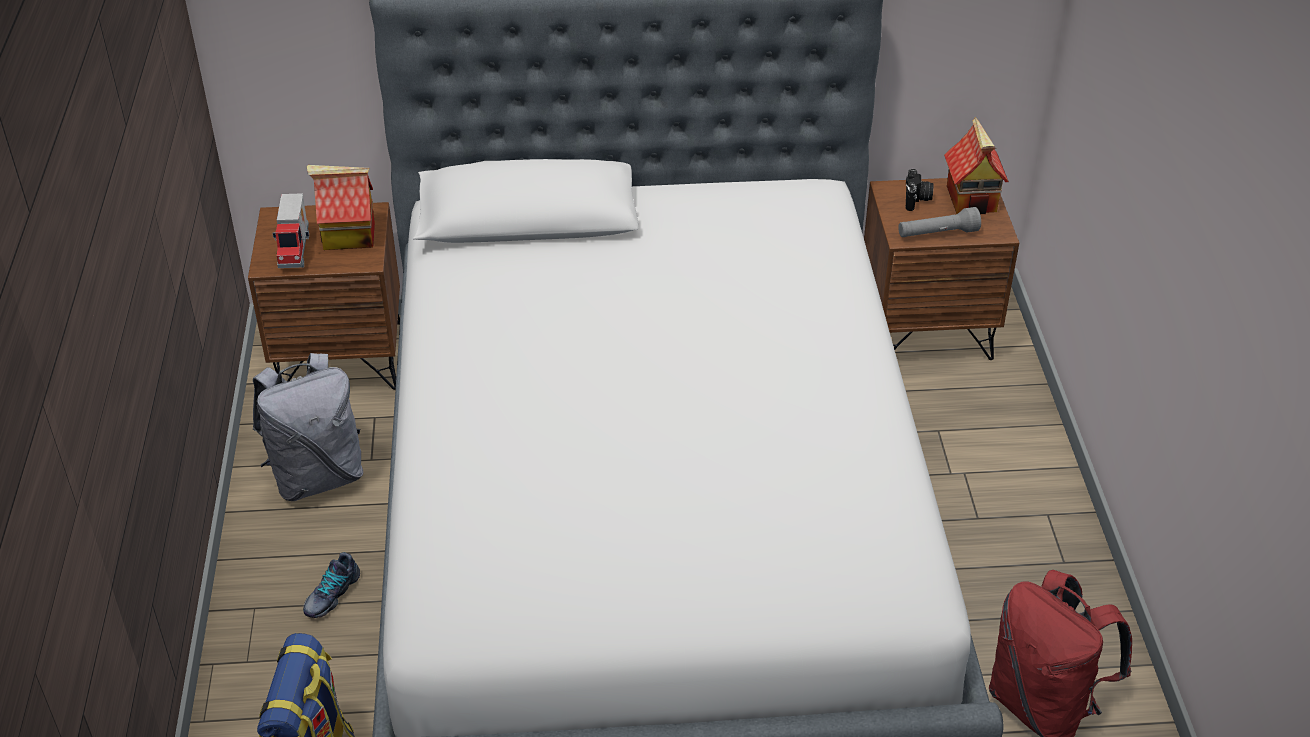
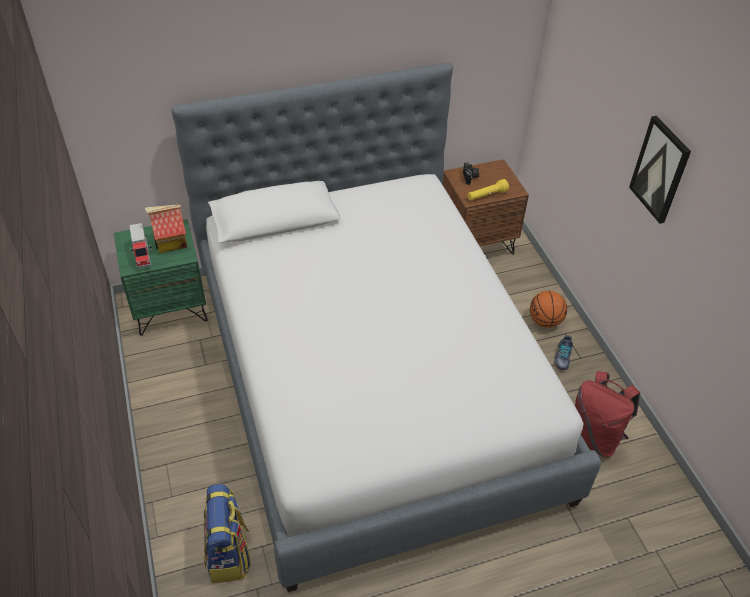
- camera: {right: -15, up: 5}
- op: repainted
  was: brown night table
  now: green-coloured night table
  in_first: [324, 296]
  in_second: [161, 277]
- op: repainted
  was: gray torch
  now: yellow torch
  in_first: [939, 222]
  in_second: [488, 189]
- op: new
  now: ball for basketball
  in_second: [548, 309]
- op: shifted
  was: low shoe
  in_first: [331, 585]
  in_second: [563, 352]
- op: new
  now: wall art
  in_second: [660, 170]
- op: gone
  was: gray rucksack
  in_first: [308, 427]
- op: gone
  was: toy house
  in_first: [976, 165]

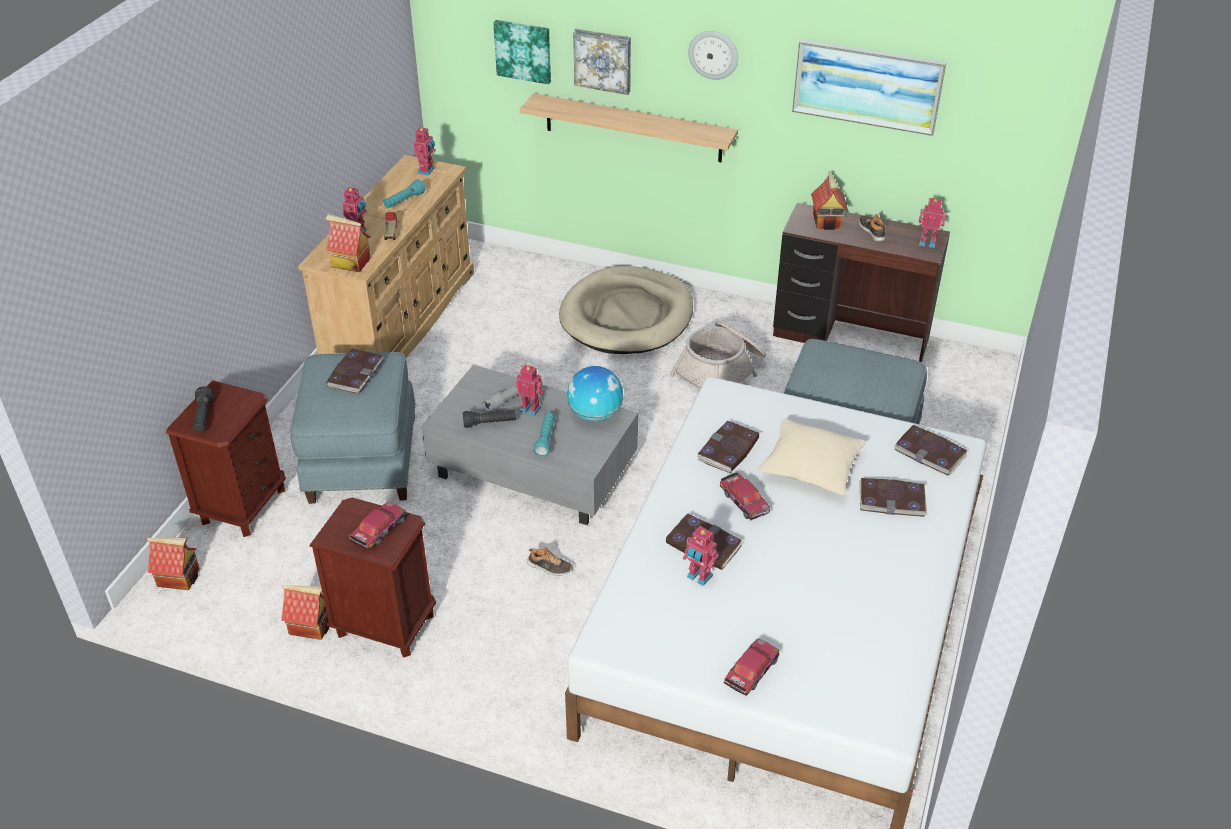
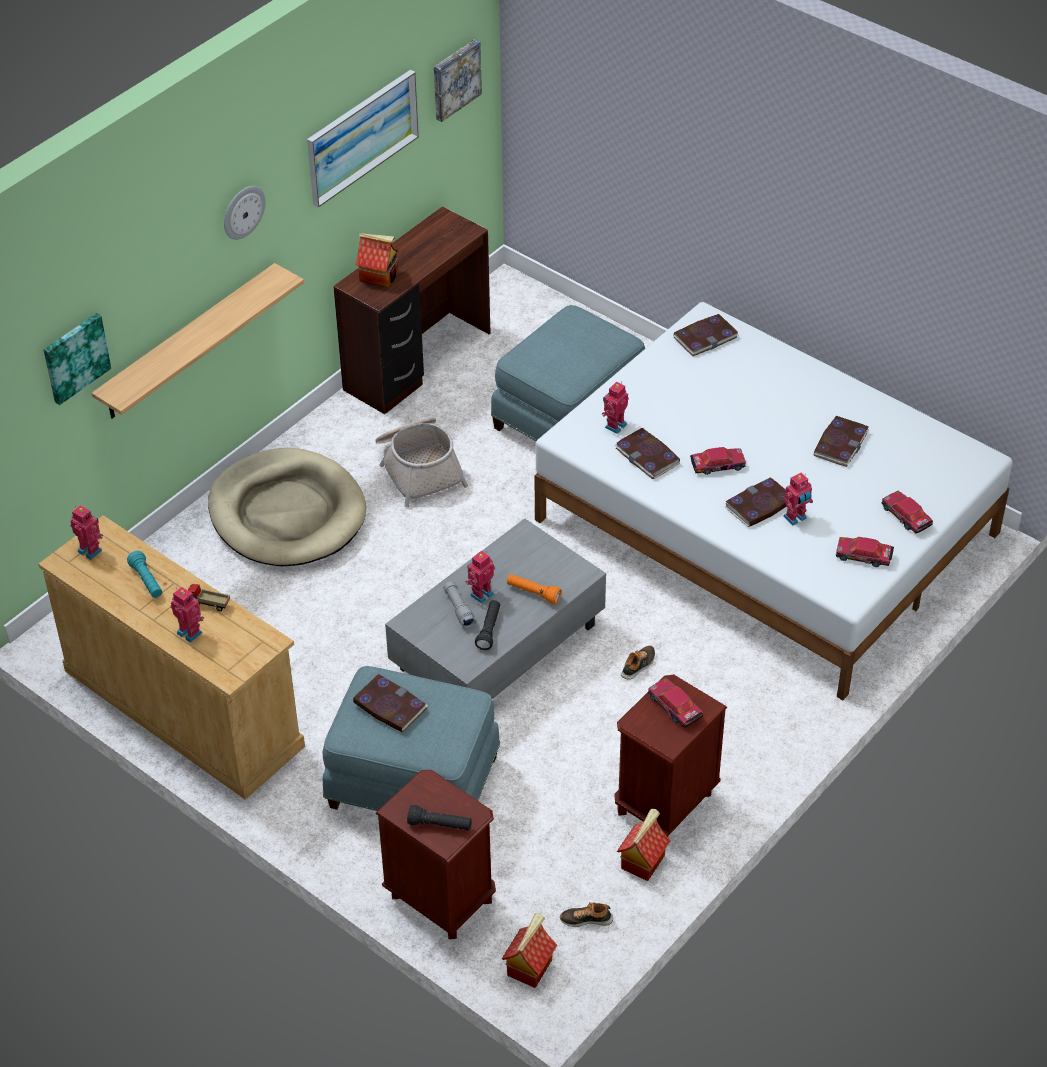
- camera: {right: -70, up: 5}
- op: shifted
  was: wall art
  in_first: [602, 62]
  in_second: [458, 80]
- op: repainted
  was: blue-green torch
  now: orangey torch
  in_first: [544, 435]
  in_second: [534, 589]
- op: shifted
  was: low shoe
  in_first: [872, 228]
  in_second: [586, 914]
- op: shifted
  was: robot figure
  in_first: [933, 223]
  in_second: [615, 407]
- op: shifted
  was: bound book
  in_first: [893, 497]
  in_second: [841, 441]
- op: new
  now: toy car
  in_second: [865, 552]
- op: gone
  was: toy house
  in_first: [348, 243]
- op: gone
  was: desk globe
  in_first: [595, 394]
- op: gone
  was: beige cushion
  in_first: [811, 457]

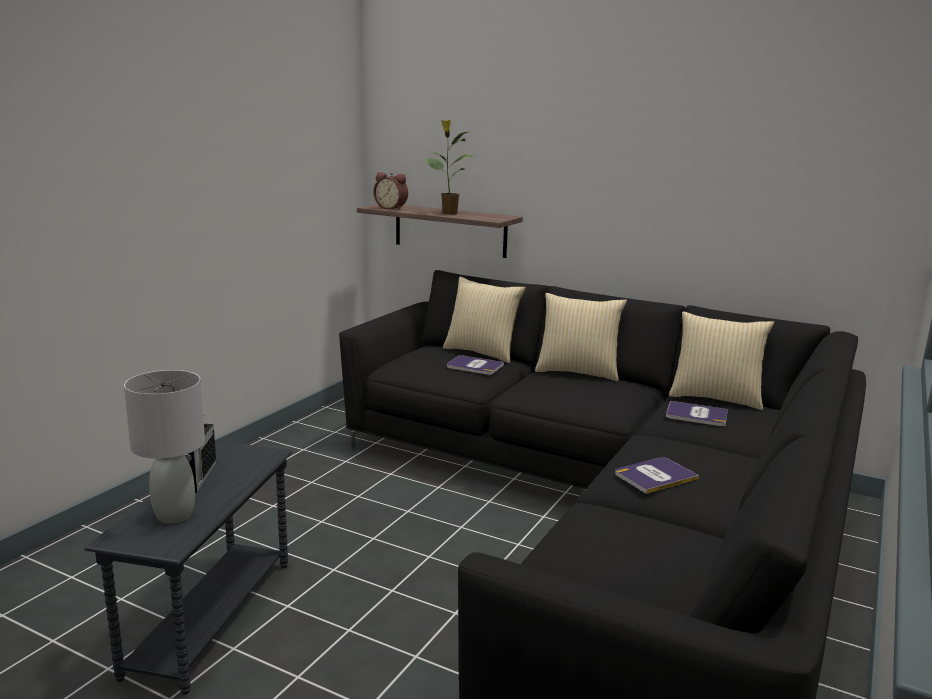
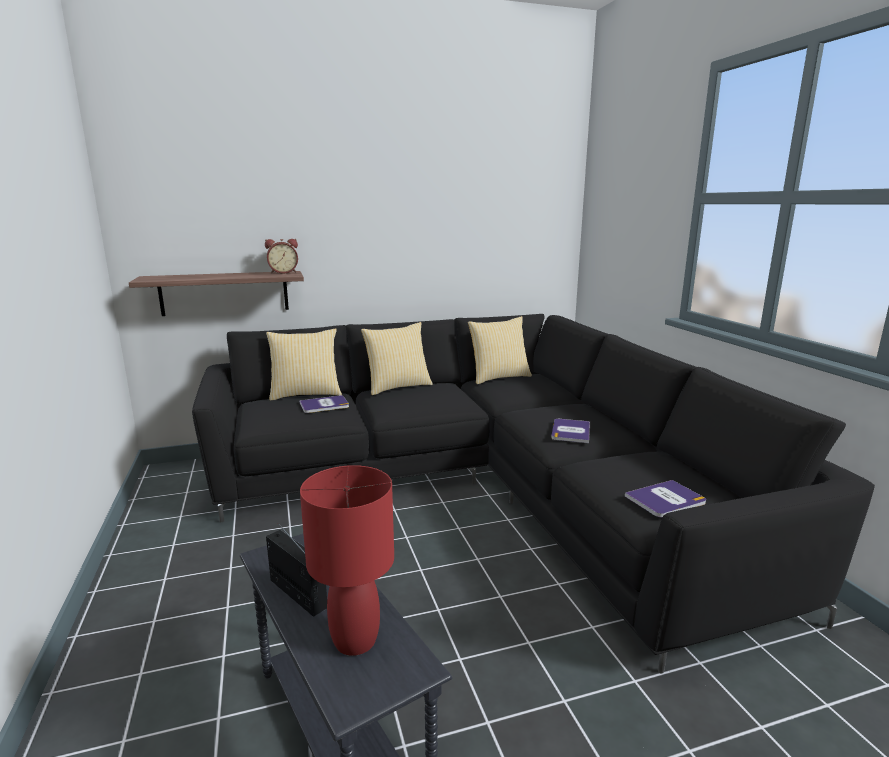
- camera: {right: -45, up: 0}
- op: shifted
  was: alarm clock
  in_first: [391, 191]
  in_second: [281, 256]
- op: repainted
  was: gray lamp for a table
  now: reddish lamp for a table
  in_first: [164, 446]
  in_second: [347, 560]
- op: shifted
  was: bound book
  in_first: [697, 413]
  in_second: [665, 498]
- op: gone
  was: plant in a pot
  in_first: [449, 167]

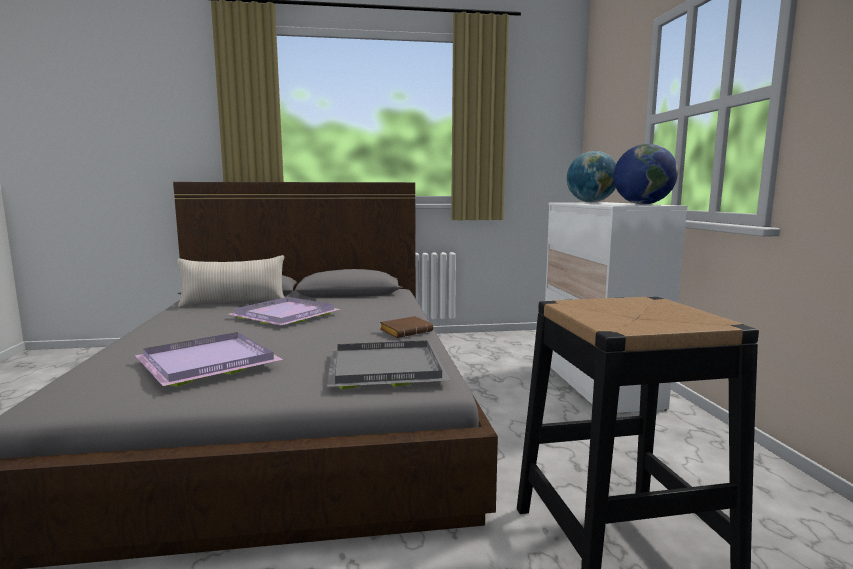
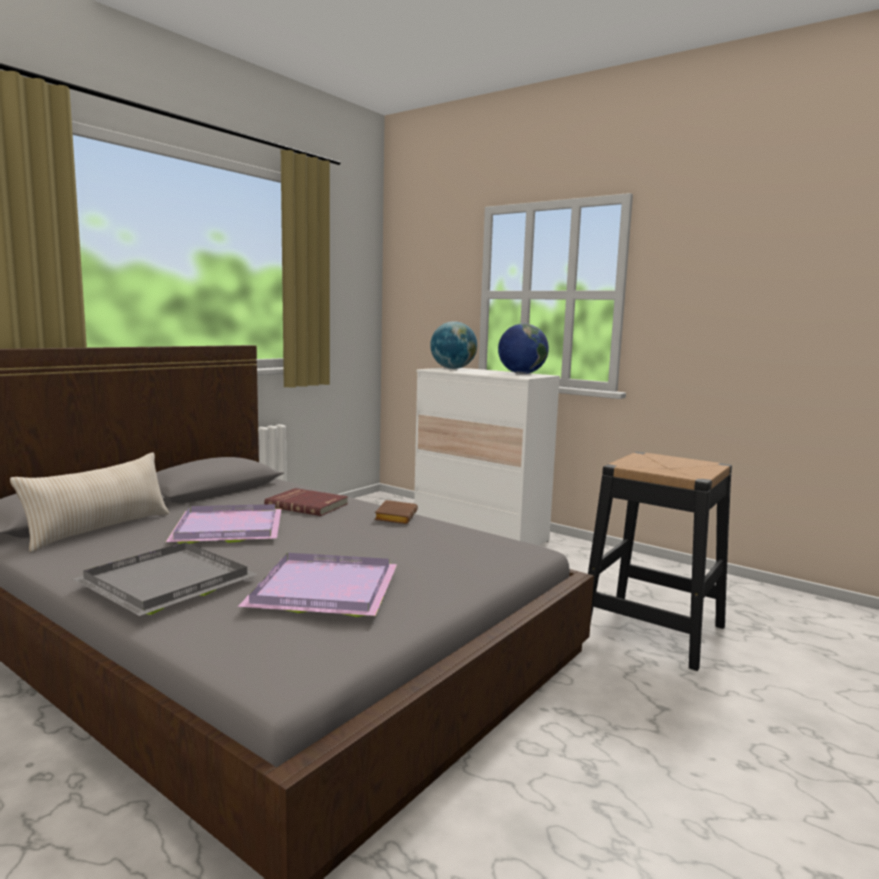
- camera: {right: -45, up: 0}
- op: shifted
  was: gray tray
  in_first: [389, 364]
  in_second: [165, 579]
- op: new
  now: reddish bound book
  in_second: [306, 502]

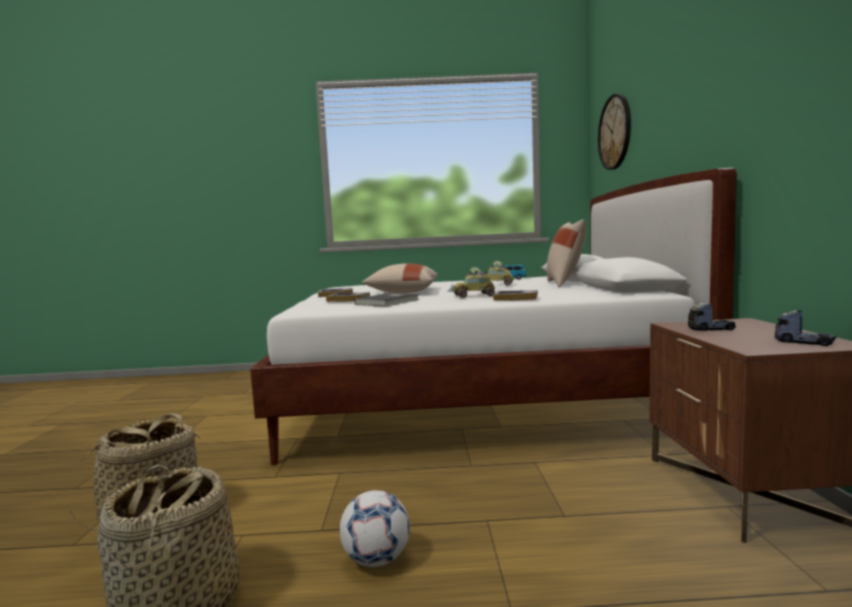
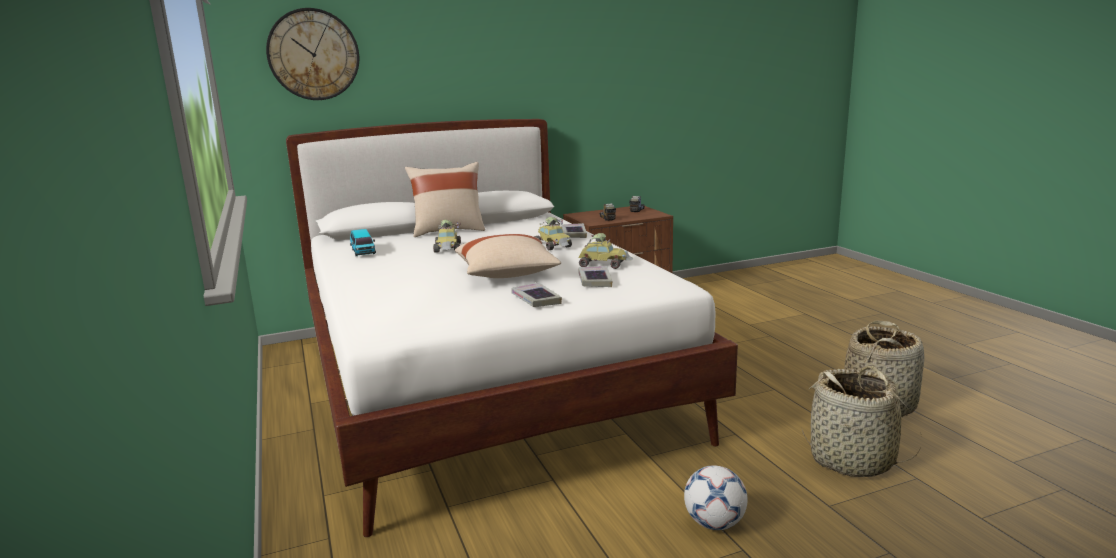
- camera: {right: -110, up: 10}
- op: swapped
  was: gray bound book
  now: toy car
  in_first: [387, 299]
  in_second: [605, 251]
- op: shifted
  was: ball for football
  in_first: [375, 528]
  in_second: [716, 497]

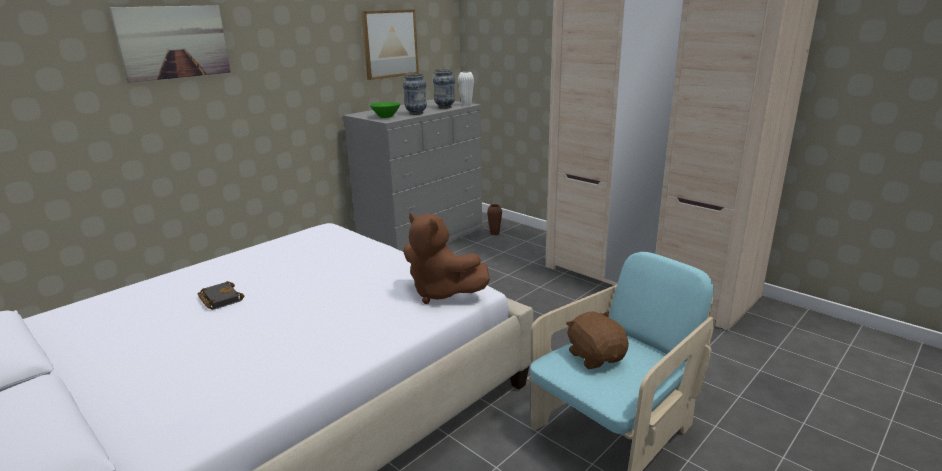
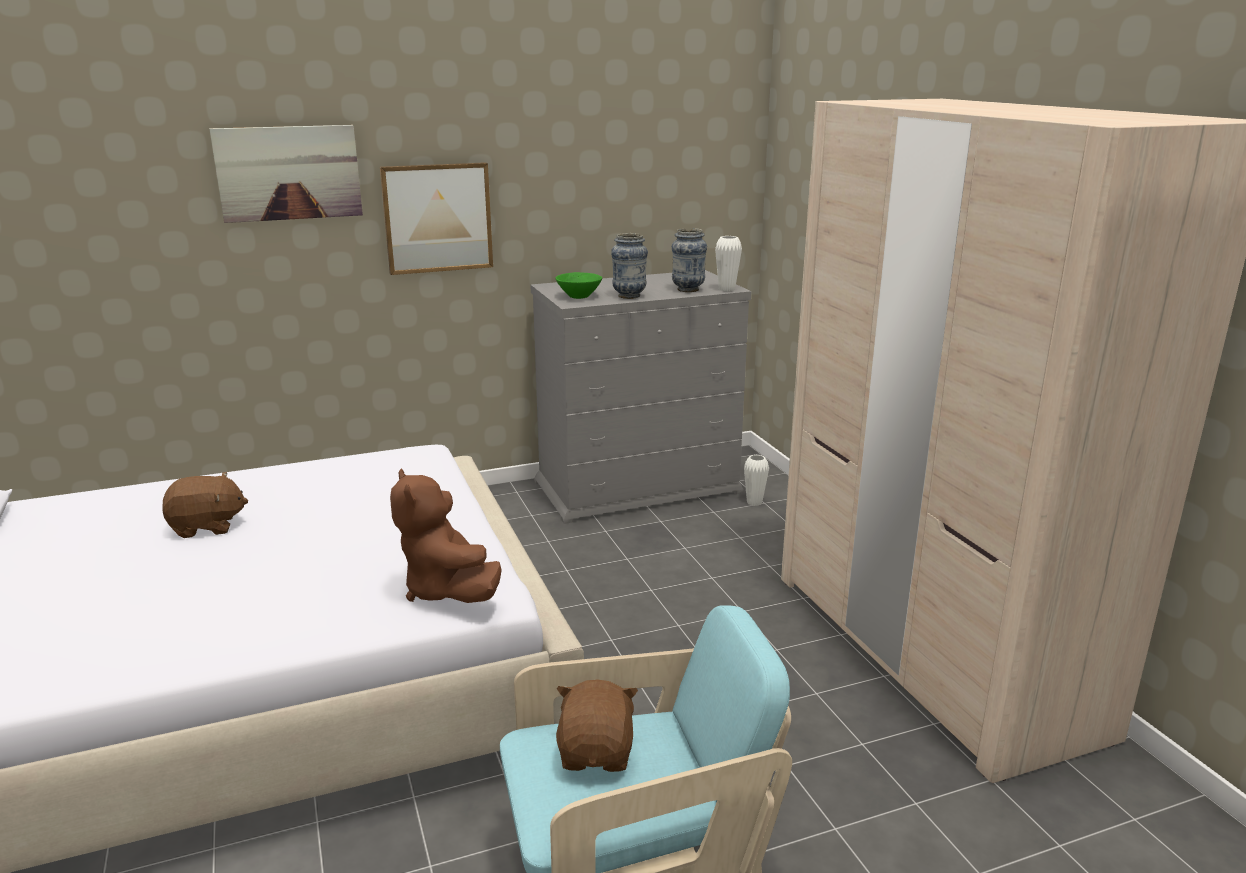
- camera: {right: 25, up: 0}
- op: swapped
  was: black-coloured bound book
  now: brown plush toy
  in_first: [221, 295]
  in_second: [205, 505]
- op: shifted
  was: wall art
  in_first: [390, 44]
  in_second: [436, 218]
- op: repainted
  was: brown flower vase
  now: white flower vase
  in_first: [494, 219]
  in_second: [756, 480]

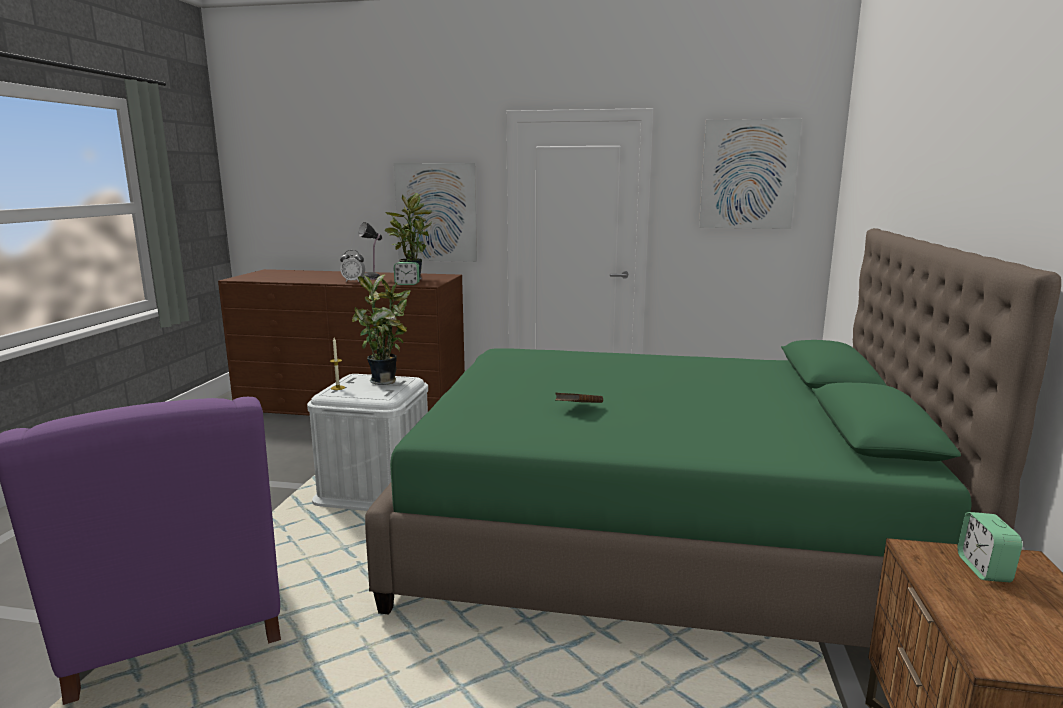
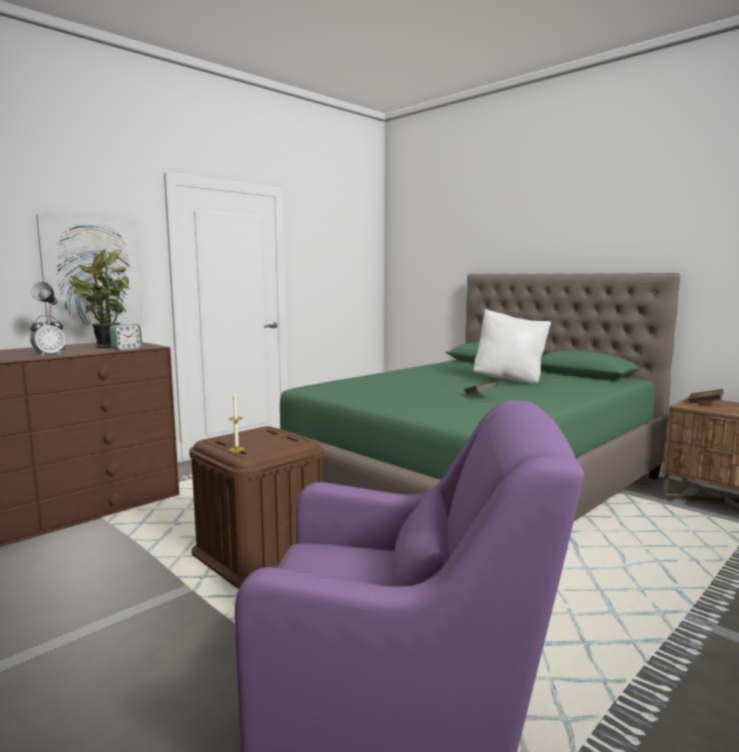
- camera: {right: -55, up: -5}
- op: repainted
  was: white storage bin
  now: brown storage bin
  in_first: [367, 442]
  in_second: [256, 507]
- op: new
  now: white cushion
  in_second: [512, 346]
- op: swapped
  was: alarm clock
  now: brown bound book
  in_first: [990, 547]
  in_second: [706, 396]
- op: gone
  was: plant in a pot
  in_first: [381, 329]
- op: gone
  was: wall art
  in_first: [750, 174]

